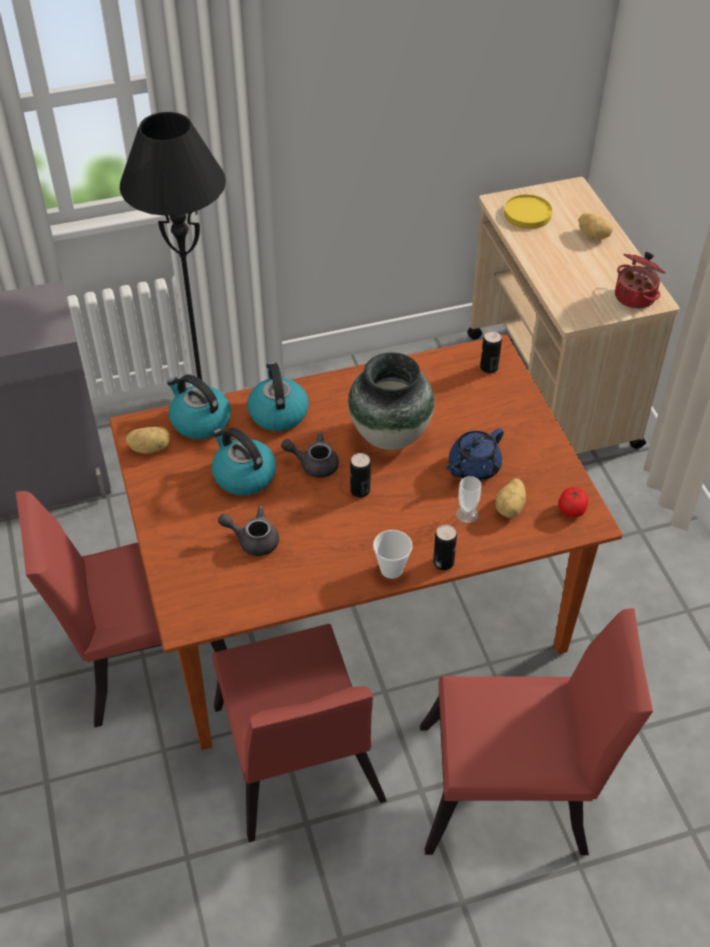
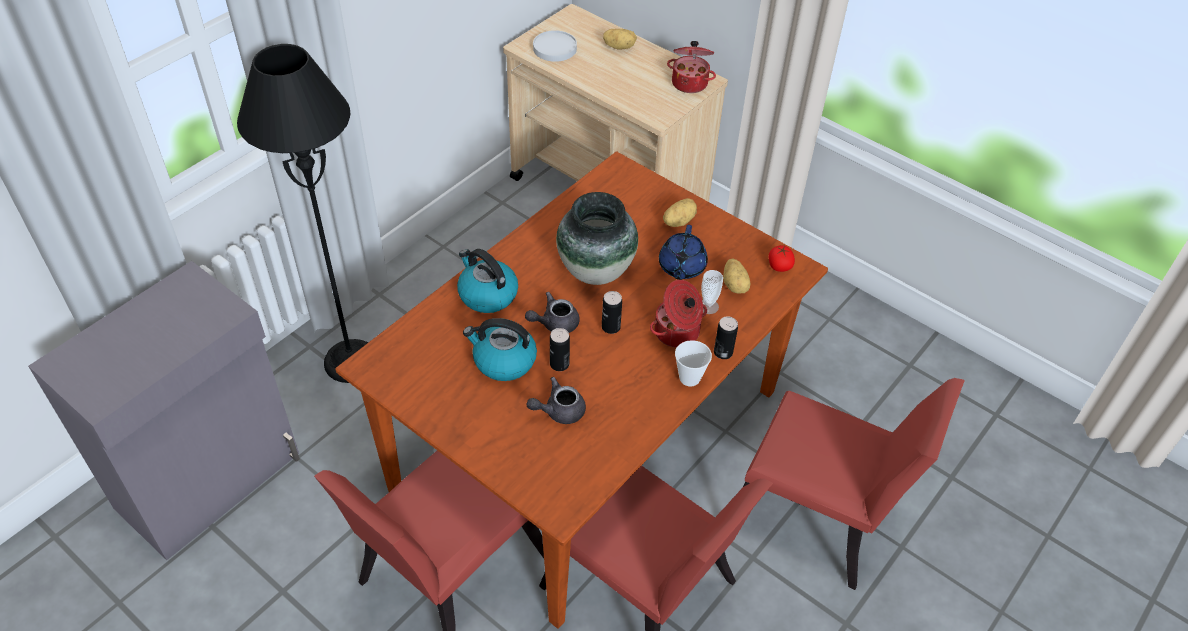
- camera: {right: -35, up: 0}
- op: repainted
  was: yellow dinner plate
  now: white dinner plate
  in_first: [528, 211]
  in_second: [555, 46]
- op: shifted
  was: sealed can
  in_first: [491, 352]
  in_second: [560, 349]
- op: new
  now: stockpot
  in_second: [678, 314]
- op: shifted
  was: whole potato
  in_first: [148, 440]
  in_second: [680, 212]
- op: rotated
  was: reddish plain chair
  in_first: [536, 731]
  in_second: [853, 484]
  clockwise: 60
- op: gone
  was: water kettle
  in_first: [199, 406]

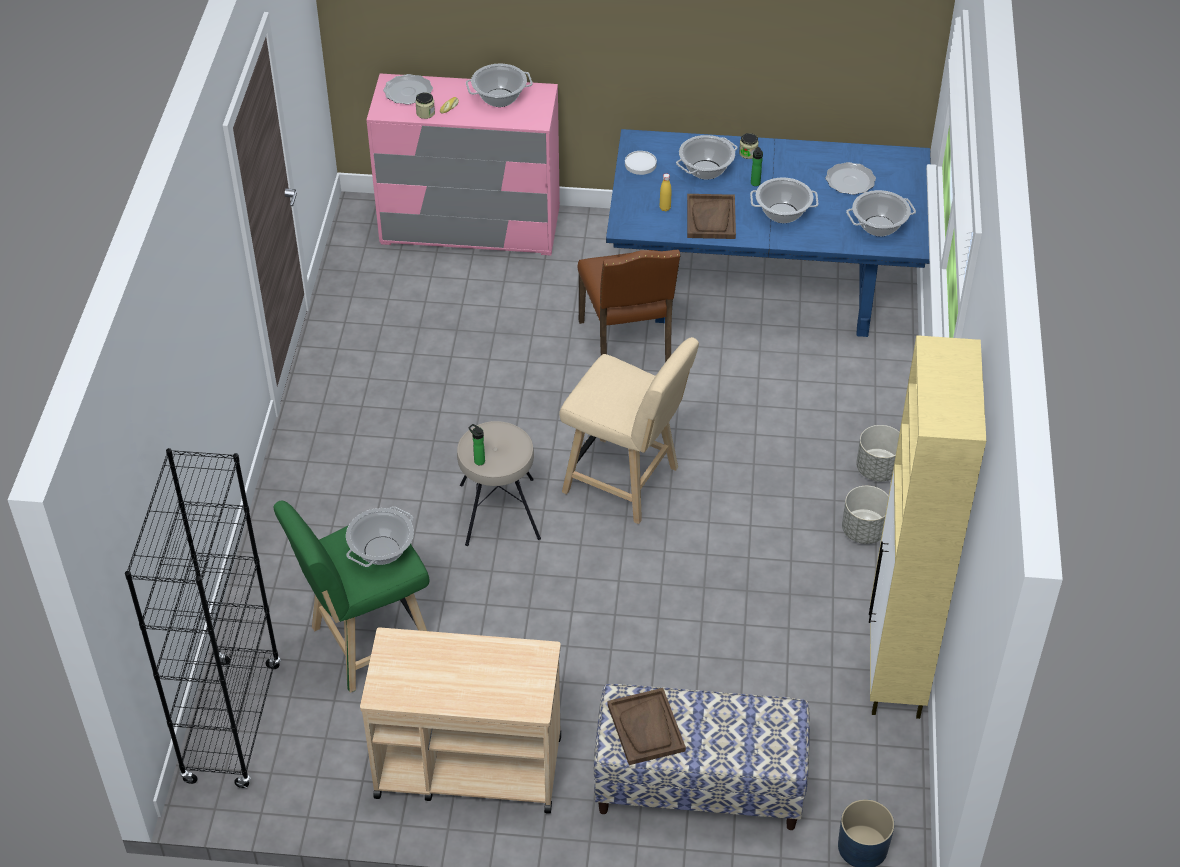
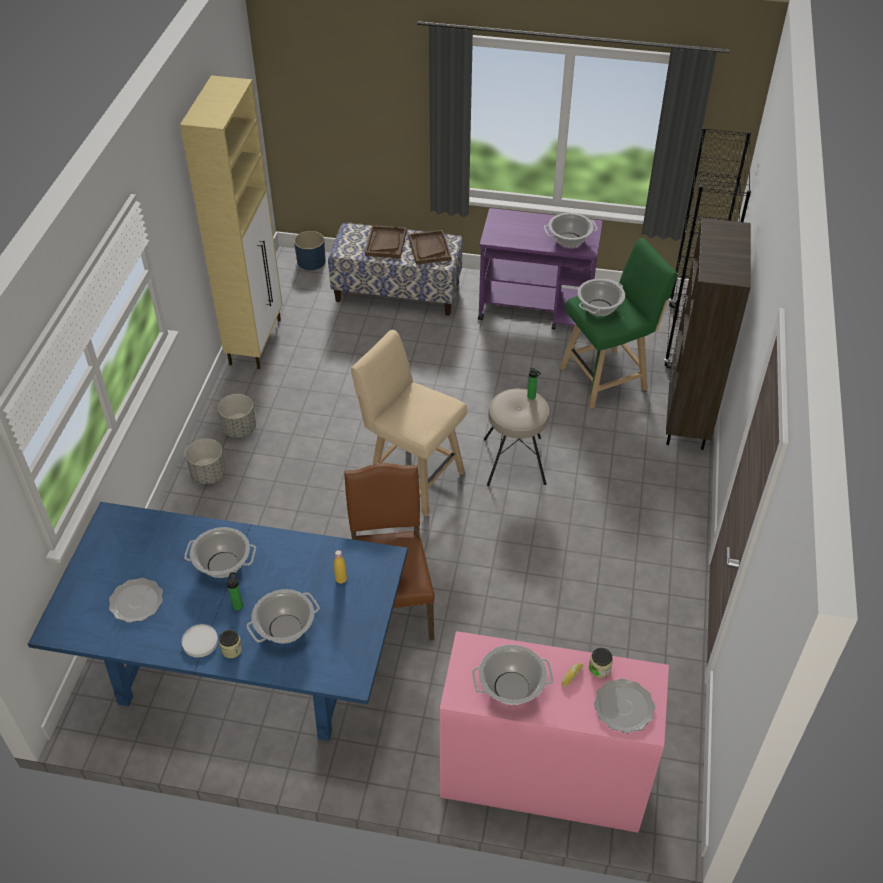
- camera: {right: -175, up: 0}
- op: shifted
  was: white dinner plate
  in_first: [641, 163]
  in_second: [200, 640]
- op: shifted
  was: brown tray
  in_first: [711, 216]
  in_second: [386, 241]
- op: repainted
  was: beige trolley
  now: purple-coloured trolley
  in_first: [460, 720]
  in_second: [540, 268]
- op: shifted
  was: stockpot
  in_first: [881, 213]
  in_second: [571, 230]
- op: new
  now: brown bookshelf
  in_second: [708, 334]

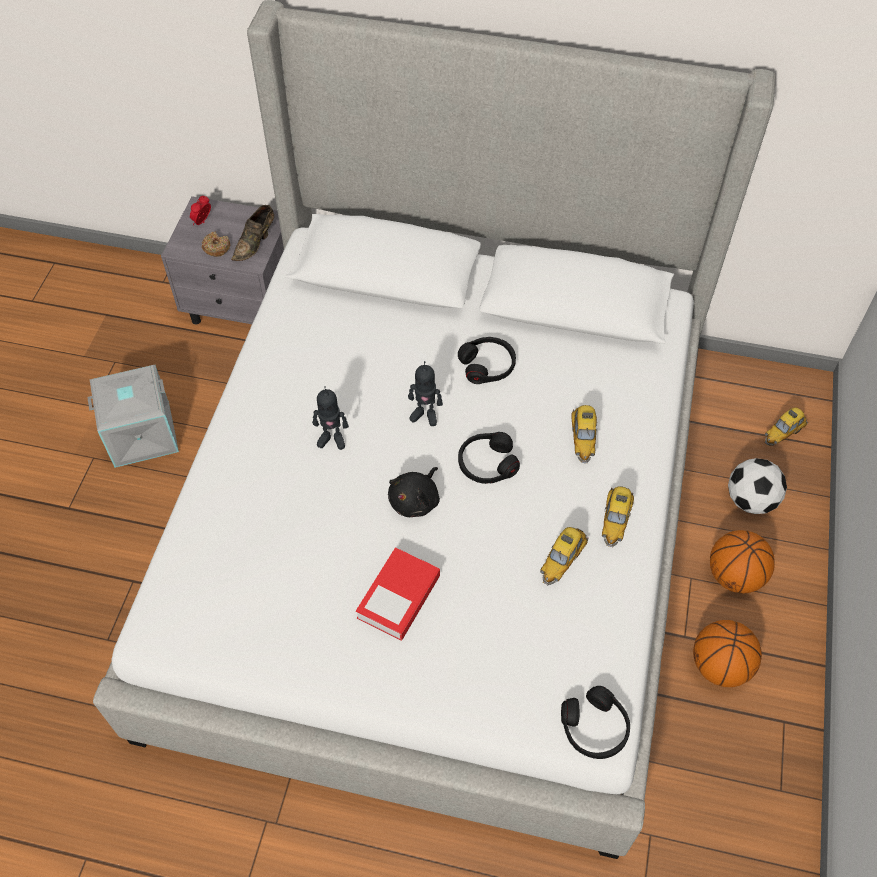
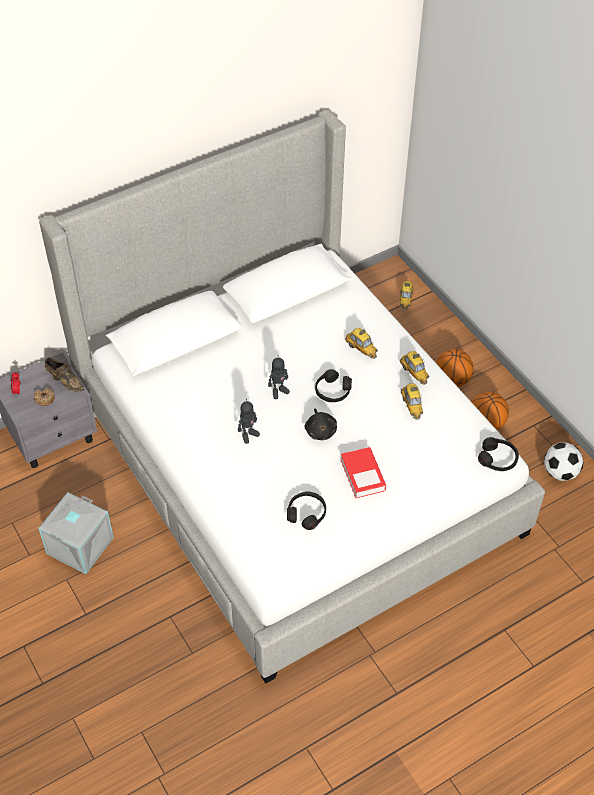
- camera: {right: -45, up: -5}
- op: rotated
  was: brown low shoe
  in_first: [252, 233]
  in_second: [64, 374]
  clockwise: -45
- op: shifted
  was: black-coloured headphones
  in_first: [487, 360]
  in_second: [306, 511]
- op: shifted
  was: ball for football
  in_first: [757, 486]
  in_second: [564, 461]

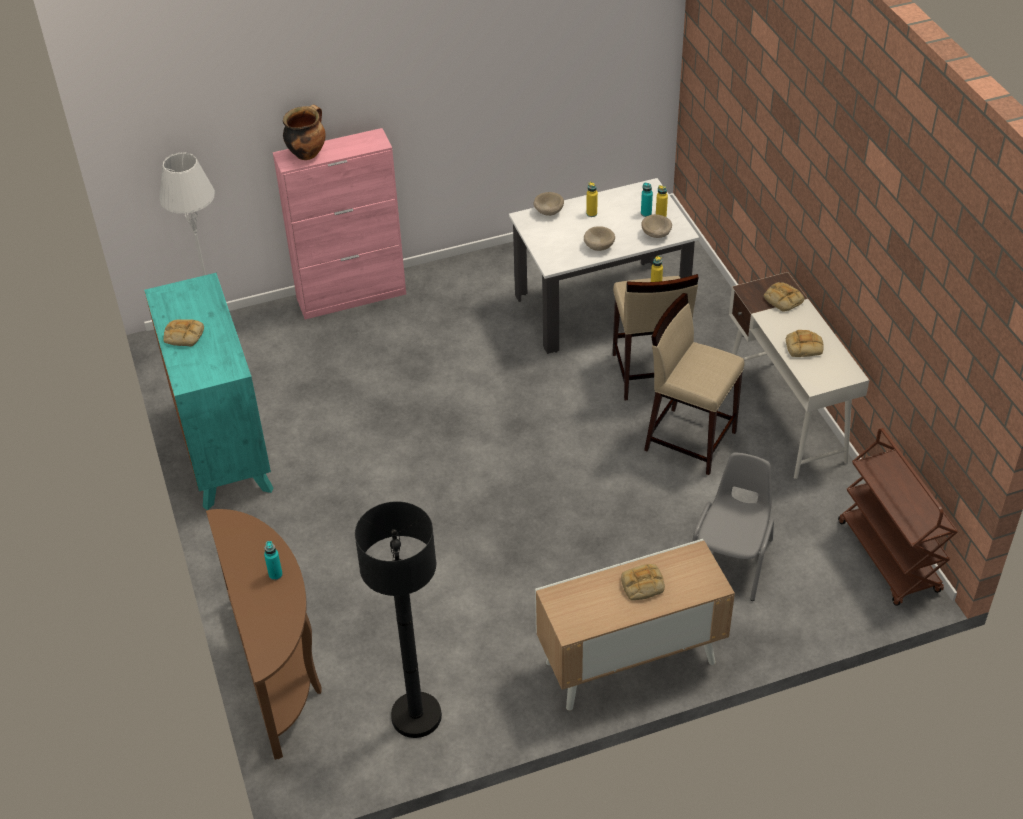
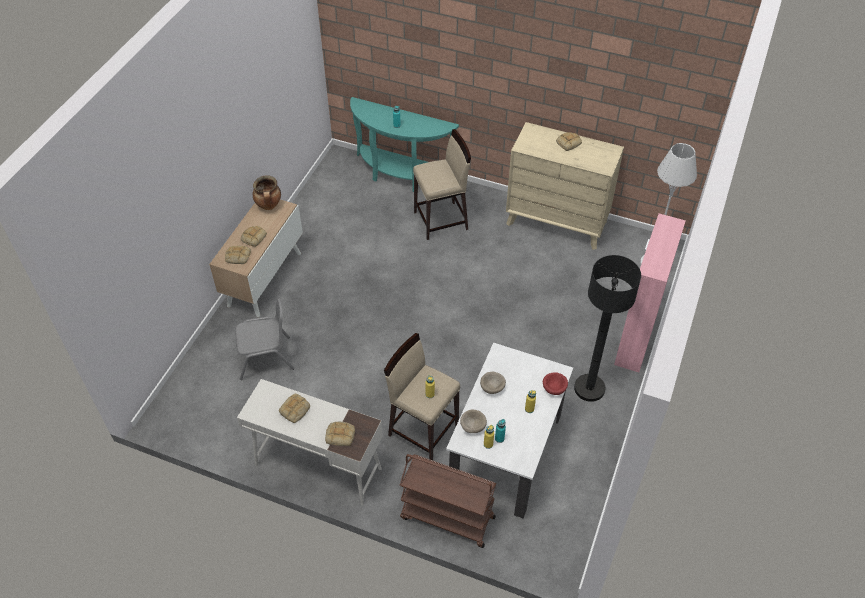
- camera: {right: 130, up: 5}
- op: new
  now: bread
  in_second: [238, 255]
- op: rotated
  was: gray plain chair
  in_first: [733, 527]
  in_second: [265, 339]
  clockwise: -75
- op: shifted
  was: stockpot
  in_first: [304, 132]
  in_second: [267, 192]
- op: repainted
  was: brown hall table
  now: blue-green hall table
  in_first: [264, 634]
  in_second: [404, 144]
- op: shifted
  was: brown trolley
  in_first: [898, 517]
  in_second: [448, 501]
- op: shifted
  was: beige stool seat
  in_first: [694, 384]
  in_second: [442, 184]
- op: repainted
  was: blue-green chest of drawers
  now: beige chest of drawers
  in_first: [209, 391]
  in_second: [565, 186]
- op: repainted
  was: beige deep dish
  now: reddish deep dish
  in_first: [548, 204]
  in_second: [555, 383]
- op: shifted
  was: black-coloured standard lamp
  in_first: [398, 619]
  in_second: [607, 328]

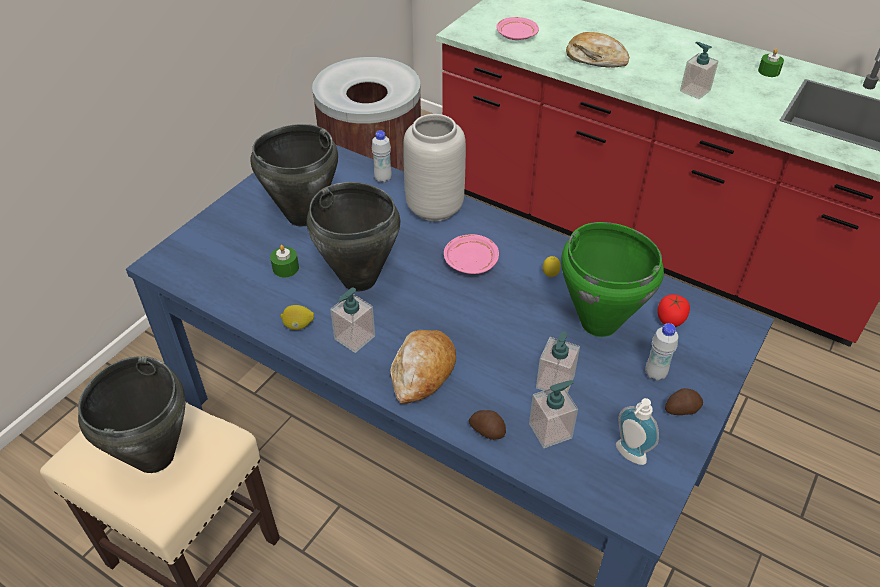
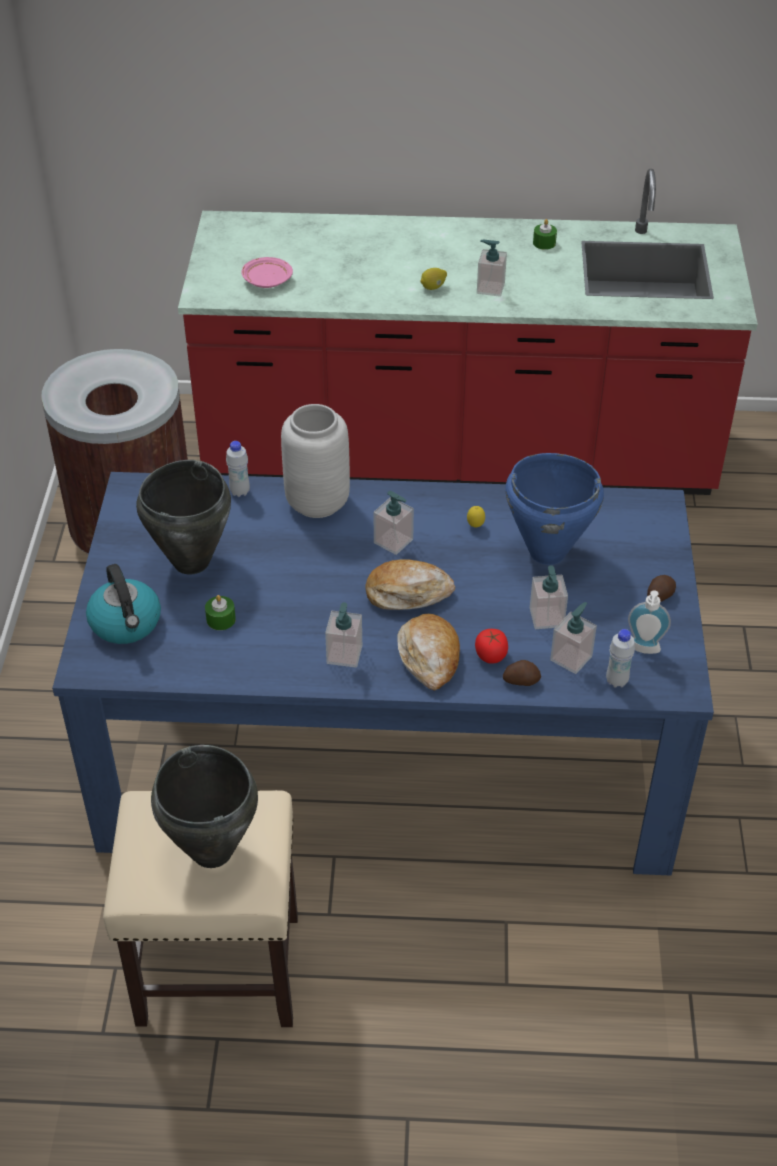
- camera: {right: -30, up: 0}
- op: new
  now: water kettle
  in_second: [123, 604]
- op: shifted
  was: bread
  in_first: [597, 50]
  in_second: [410, 584]
- op: swapped
  was: pink-coloured dinner plate
  now: soap bottle
  in_first: [471, 254]
  in_second: [394, 523]
- op: shifted
  was: citrus fruit
  in_first: [297, 317]
  in_second: [434, 279]
- op: shifted
  was: whole tomato
  in_first: [673, 310]
  in_second: [491, 646]
- op: repainted
  was: green-coloured stockpot
  now: blue-coloured stockpot
  in_first: [612, 279]
  in_second: [554, 509]
- op: shifted
  was: white bottle
  in_first: [661, 352]
  in_second: [620, 658]
- op: gone
  was: black-coloured stockpot
  in_first: [354, 236]

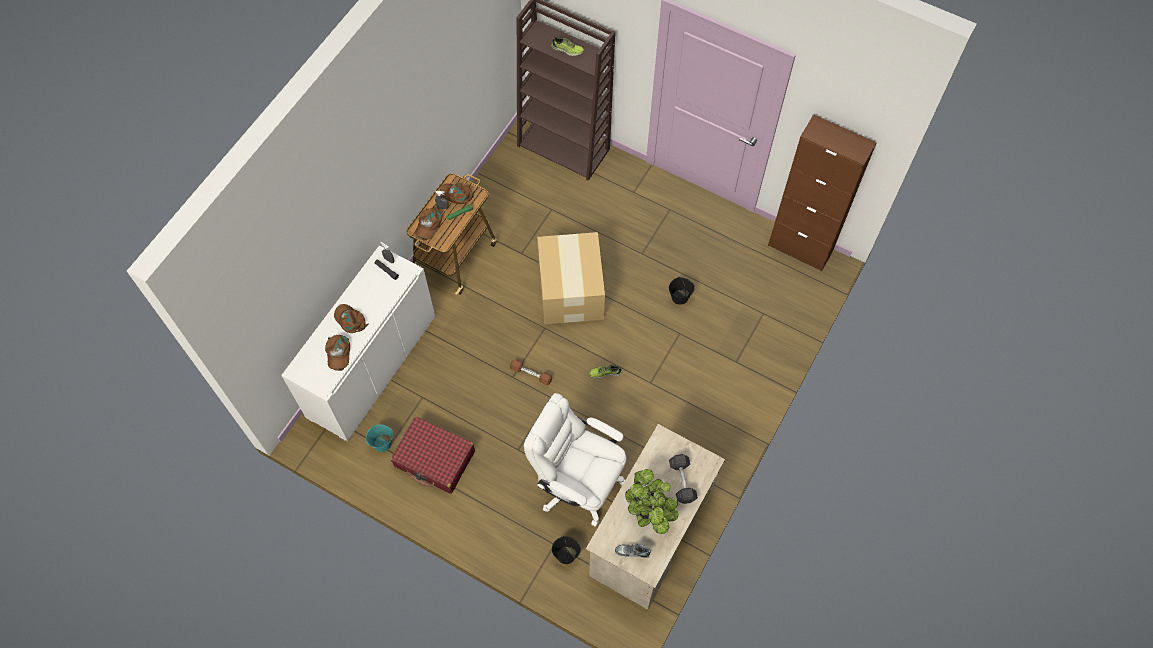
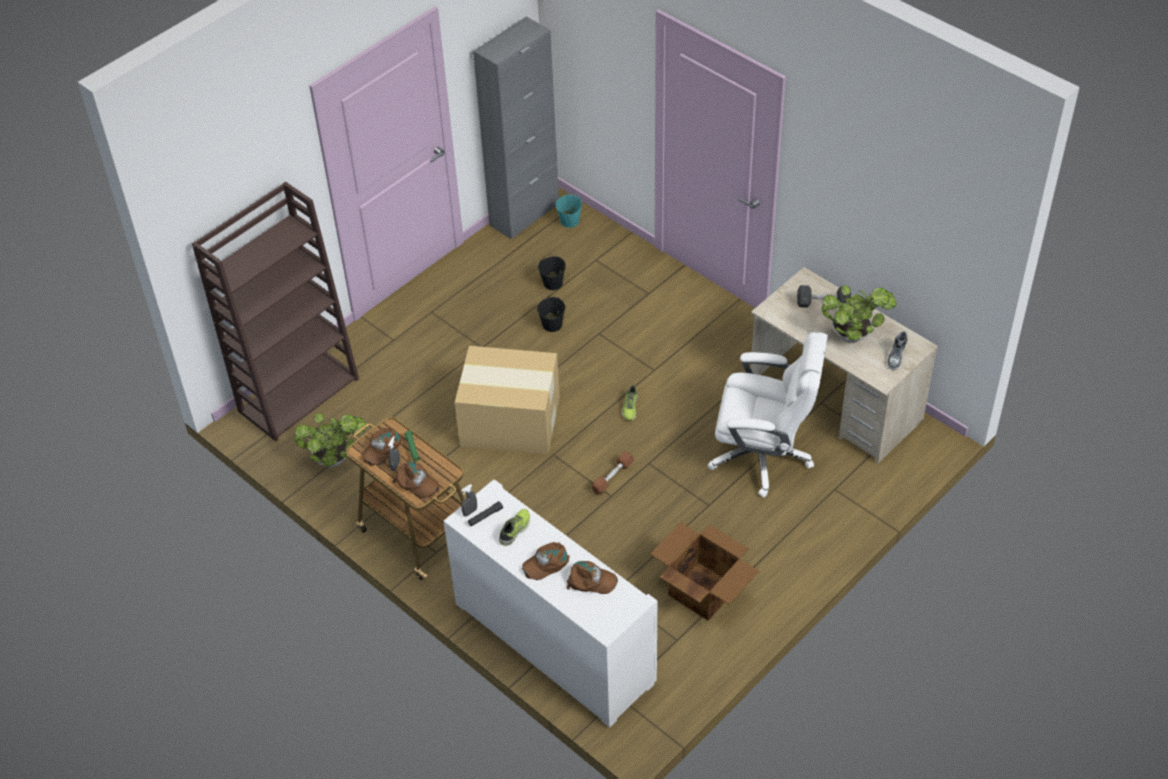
- camera: {right: -75, up: -15}
- op: new
  now: plant in a pot
  in_second: [331, 440]
- op: repainted
  was: brown cupboard
  now: gray cupboard
  in_first: [822, 192]
  in_second: [516, 128]
- op: shifted
  was: low shoe
  in_first: [567, 46]
  in_second: [514, 527]
- op: shifted
  was: black-coloured water bucket
  in_first: [566, 550]
  in_second: [552, 272]
- op: shifted
  was: blue-green water bucket
  in_first: [379, 438]
  in_second: [569, 210]
- op: swapped
  was: reddish travel case
  now: cardboard box
  in_first: [433, 455]
  in_second: [704, 571]
- op: rotated
  was: white office chair
  in_first: [575, 460]
  in_second: [768, 414]
  clockwise: -120

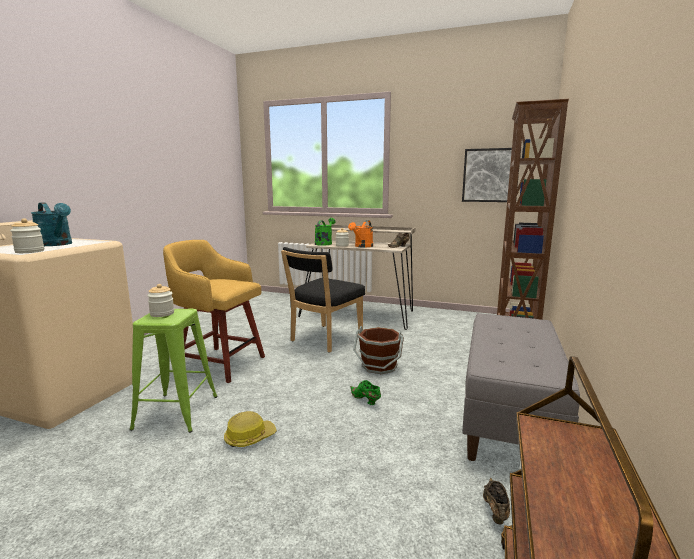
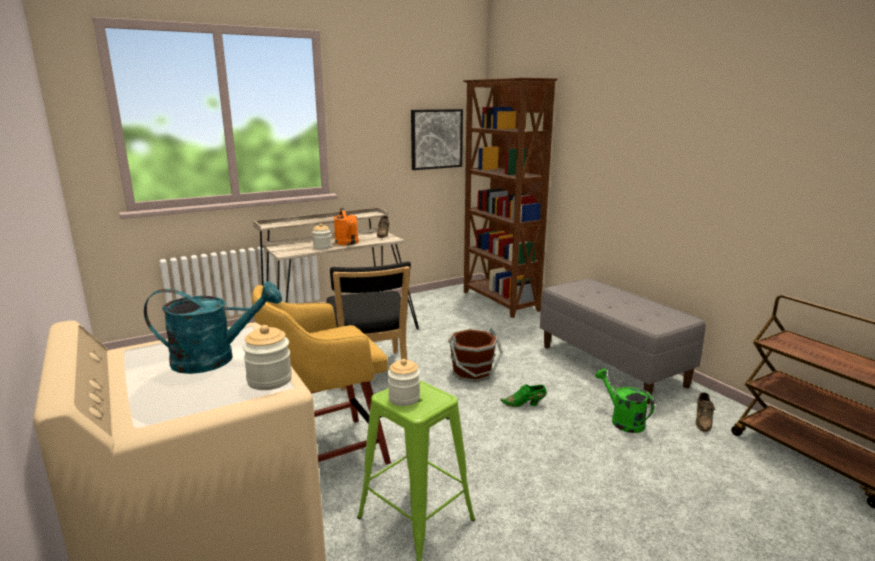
- camera: {right: -50, up: 5}
- op: shifted
  was: green-coloured sprinkling can
  in_first: [325, 232]
  in_second: [624, 401]
- op: rotated
  was: brown low shoe
  in_first: [496, 501]
  in_second: [705, 412]
  clockwise: -120
- op: gone
  was: work helmet
  in_first: [250, 429]

